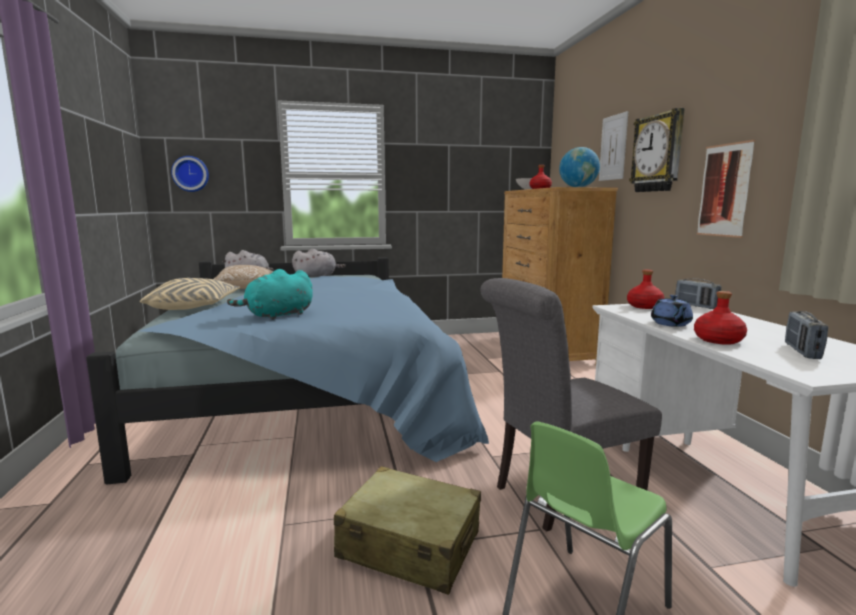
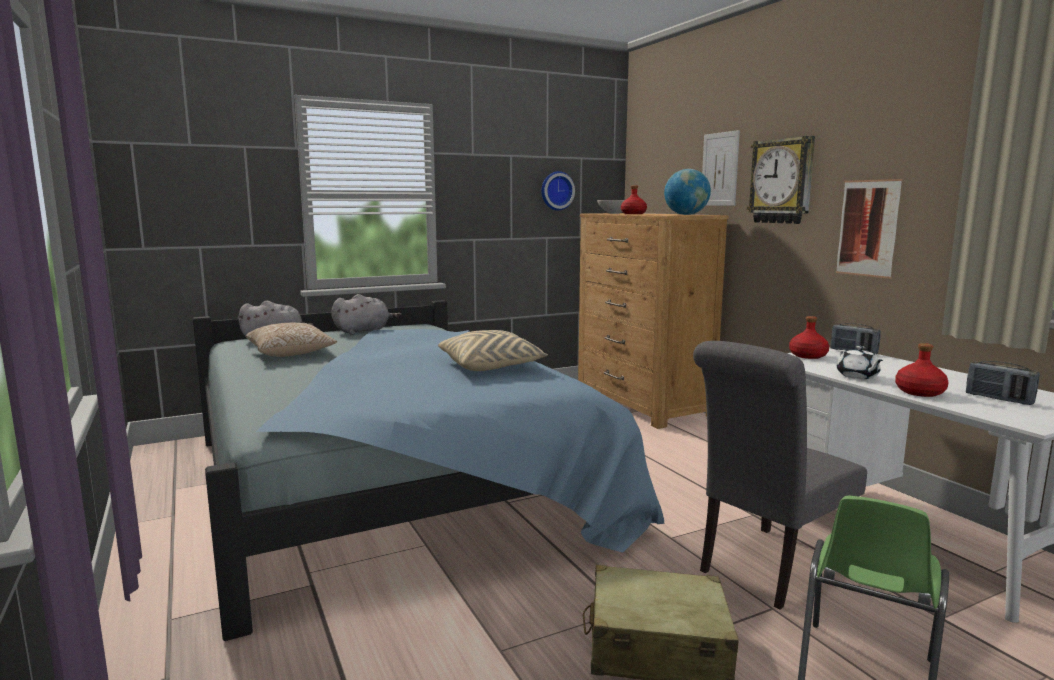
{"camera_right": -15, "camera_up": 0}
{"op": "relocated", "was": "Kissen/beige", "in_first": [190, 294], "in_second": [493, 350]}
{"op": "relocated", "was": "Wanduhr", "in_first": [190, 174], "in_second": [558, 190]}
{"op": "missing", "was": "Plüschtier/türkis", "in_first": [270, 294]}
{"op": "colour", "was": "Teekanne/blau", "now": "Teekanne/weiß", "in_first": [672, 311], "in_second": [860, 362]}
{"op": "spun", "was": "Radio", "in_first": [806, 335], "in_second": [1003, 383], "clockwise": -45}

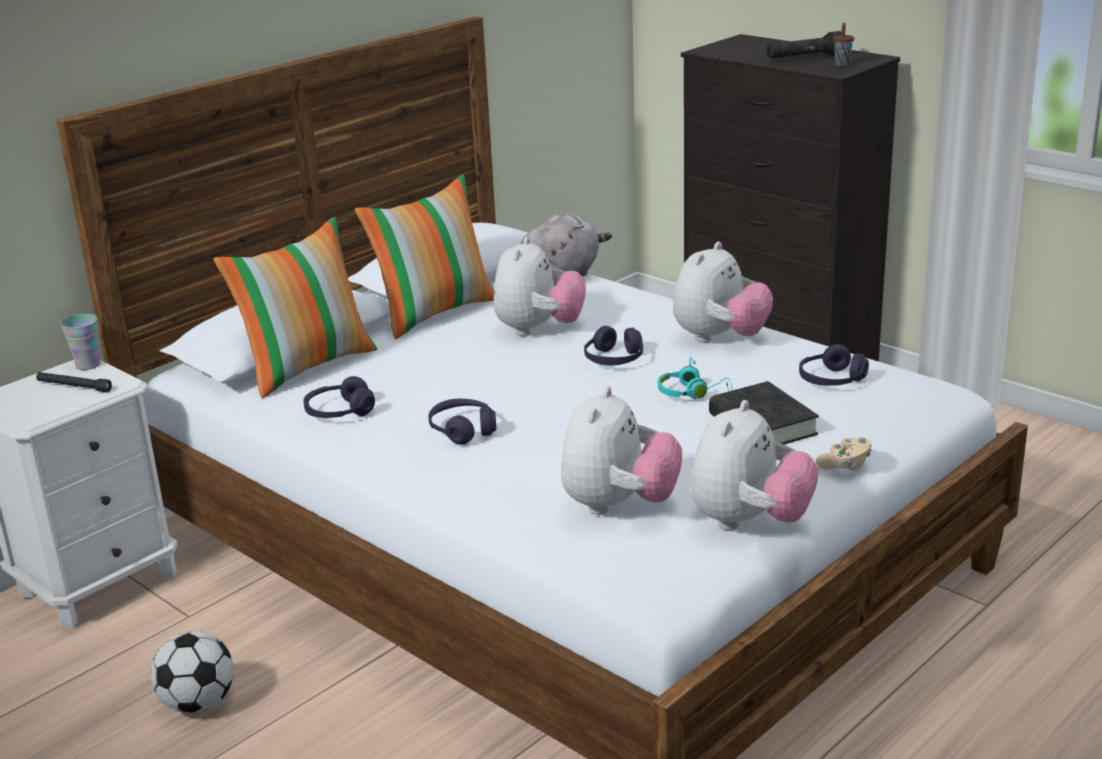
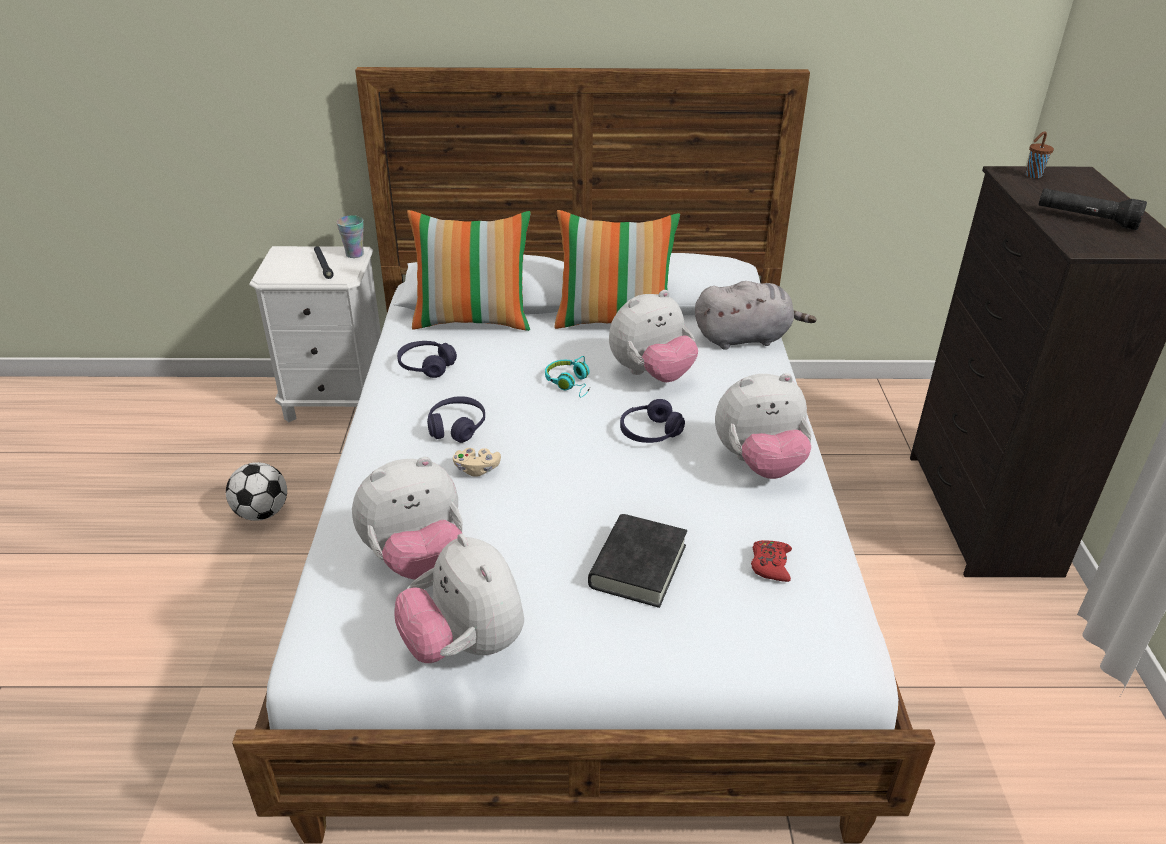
{"camera_right": 45, "camera_up": 10}
{"op": "relocated", "was": "Kopfhörer/türkis", "in_first": [695, 378], "in_second": [567, 376]}
{"op": "spun", "was": "Plüschtier", "in_first": [754, 465], "in_second": [459, 598], "clockwise": 75}
{"op": "exchanged", "was": "Kopfhörer/lila", "now": "Gamepad/rot", "in_first": [834, 365], "in_second": [771, 561]}
{"op": "relocated", "was": "Gamepad/beige", "in_first": [843, 453], "in_second": [477, 462]}
{"op": "relocated", "was": "Tasse/braun", "in_first": [843, 44], "in_second": [1040, 154]}

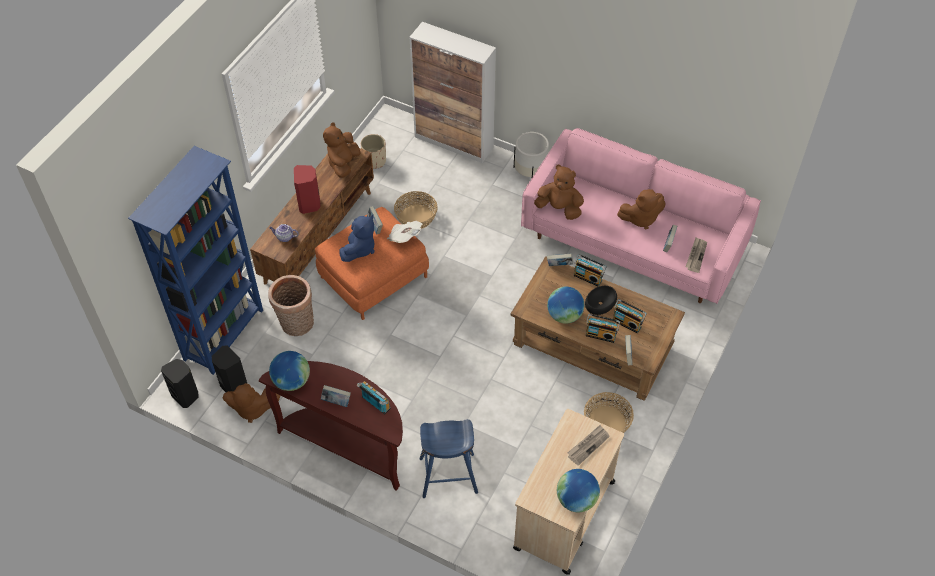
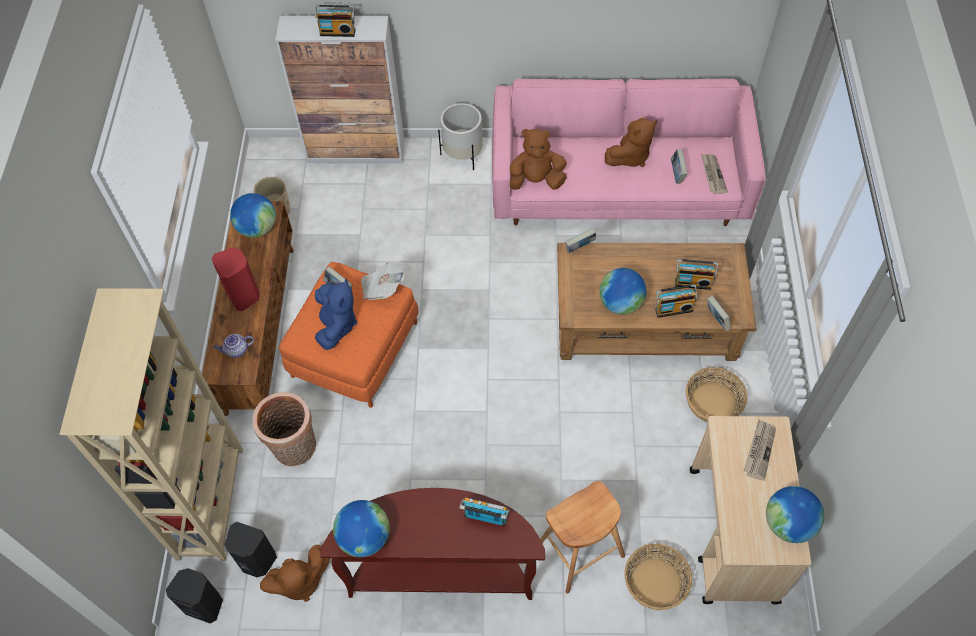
{"camera_right": -25, "camera_up": 5}
{"op": "colour", "was": "Bücherregal/blau", "now": "Bücherregal/beige", "in_first": [195, 260], "in_second": [151, 424]}
{"op": "missing", "was": "Buch", "in_first": [336, 396]}
{"op": "exchanged", "was": "Plüschtier/braun", "now": "Globus", "in_first": [342, 150], "in_second": [253, 215]}
{"op": "relocated", "was": "Korb", "in_first": [416, 210], "in_second": [658, 577]}
{"op": "colour", "was": "Hocker/blau", "now": "Hocker/braun", "in_first": [448, 458], "in_second": [582, 537]}
{"op": "relocated", "was": "Radio", "in_first": [590, 270], "in_second": [335, 21]}
{"op": "missing", "was": "Schüssel/schwarz", "in_first": [601, 300]}

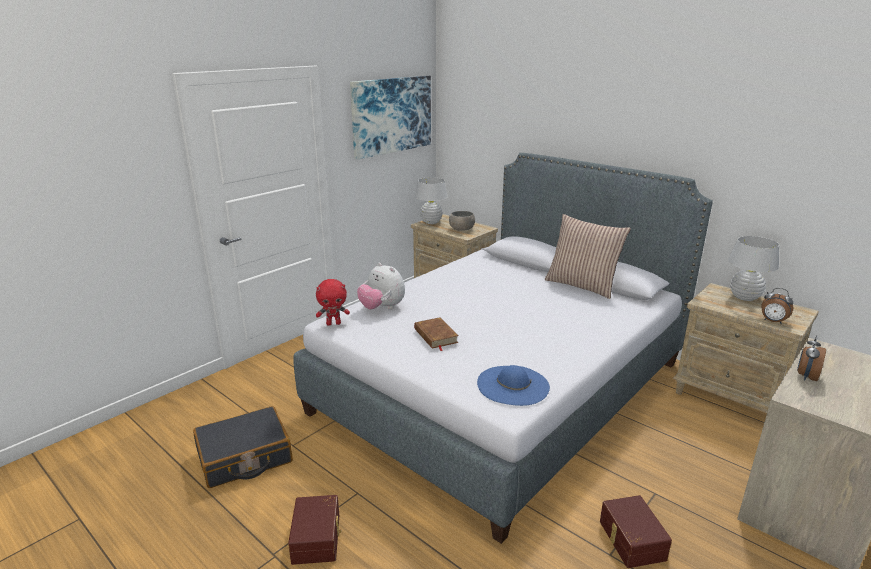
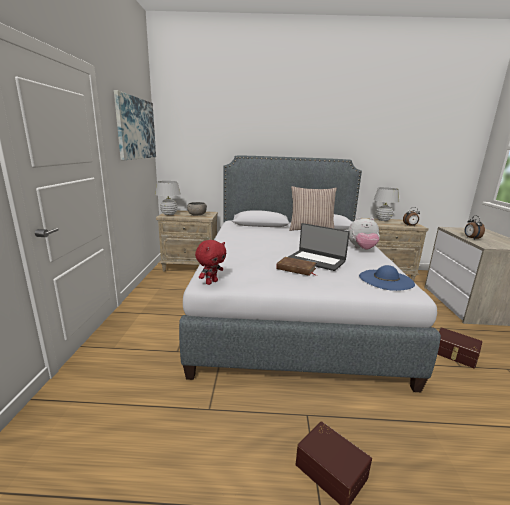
{"camera_right": -40, "camera_up": -5}
{"op": "missing", "was": "Koffer/schwarz", "in_first": [243, 447]}
{"op": "relocated", "was": "Plüschtier", "in_first": [381, 286], "in_second": [364, 233]}
{"op": "appeared", "now": "Laptop", "in_second": [319, 247]}

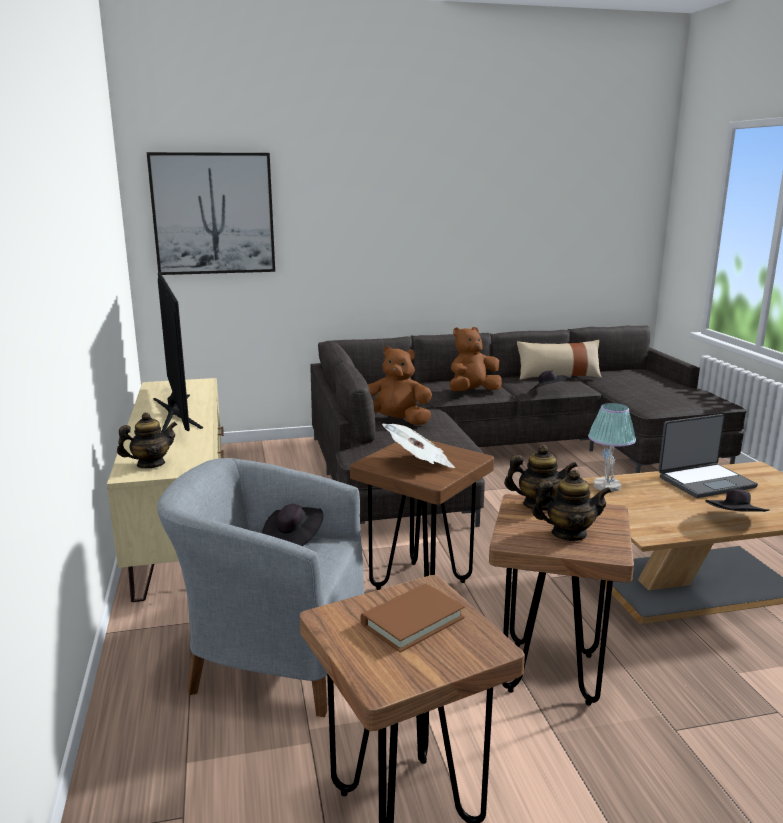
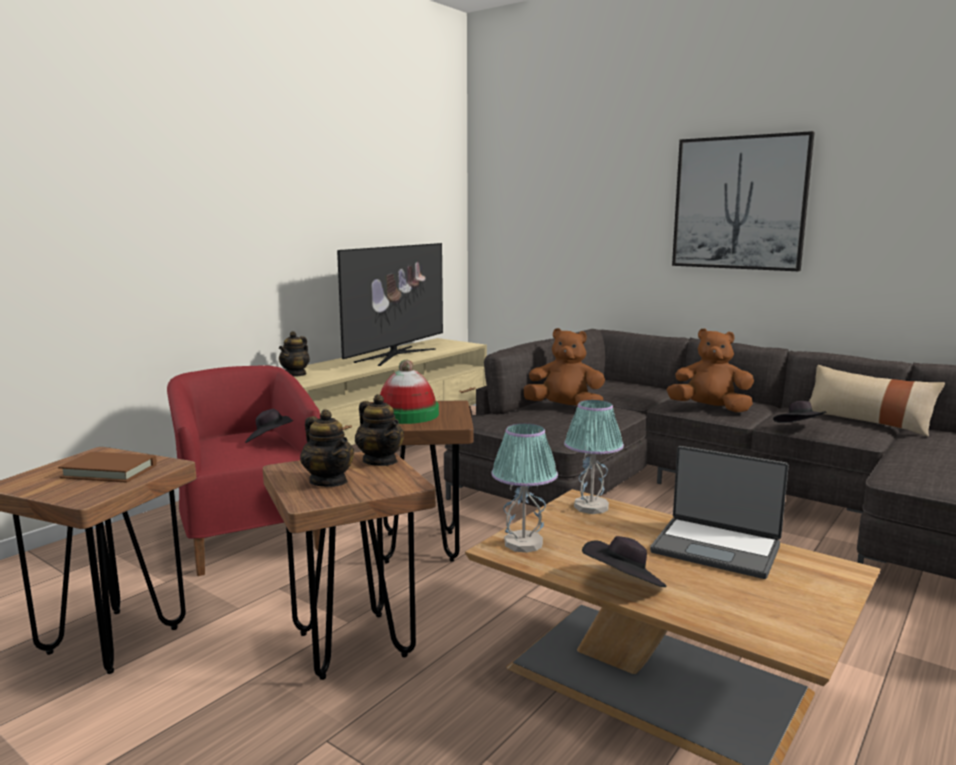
{"camera_right": 50, "camera_up": -5}
{"op": "spun", "was": "Teekanne", "in_first": [147, 440], "in_second": [294, 353], "clockwise": 90}
{"op": "relocated", "was": "Bild", "in_first": [211, 213], "in_second": [743, 201]}
{"op": "colour", "was": "Sessel/grau", "now": "Sessel/rot", "in_first": [260, 587], "in_second": [243, 470]}
{"op": "spun", "was": "Plüschtier/braun", "in_first": [400, 385], "in_second": [564, 367], "clockwise": -45}
{"op": "exchanged", "was": "Zeitung", "now": "Hut", "in_first": [419, 446], "in_second": [409, 392]}
{"op": "appeared", "now": "Tischlampe", "in_second": [525, 487]}

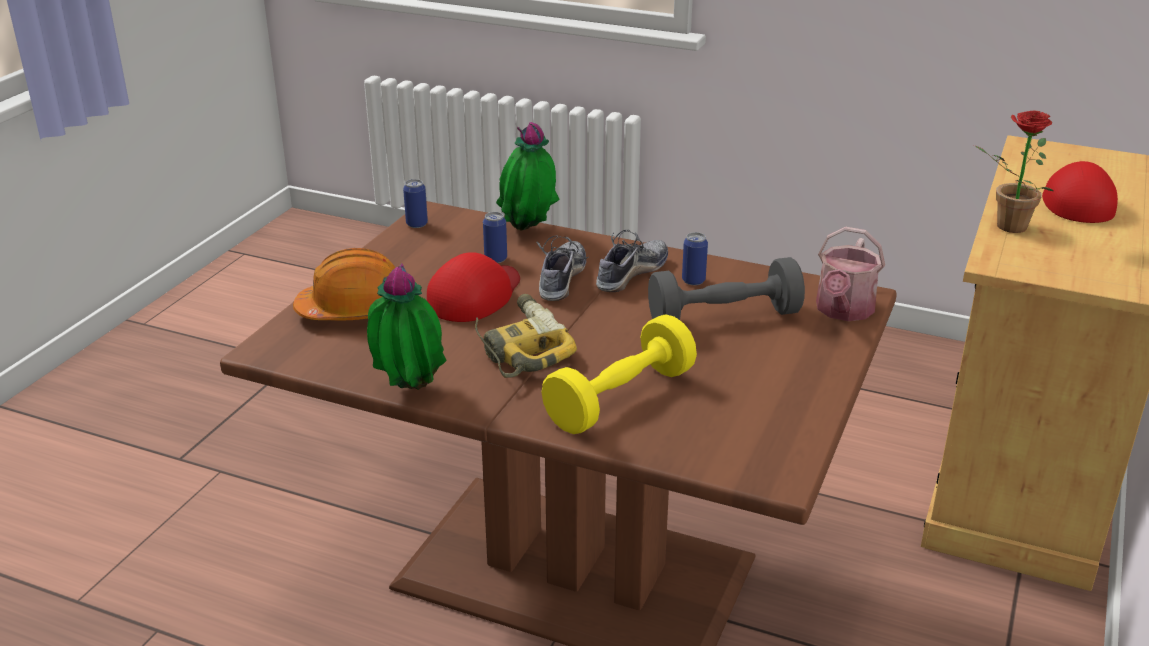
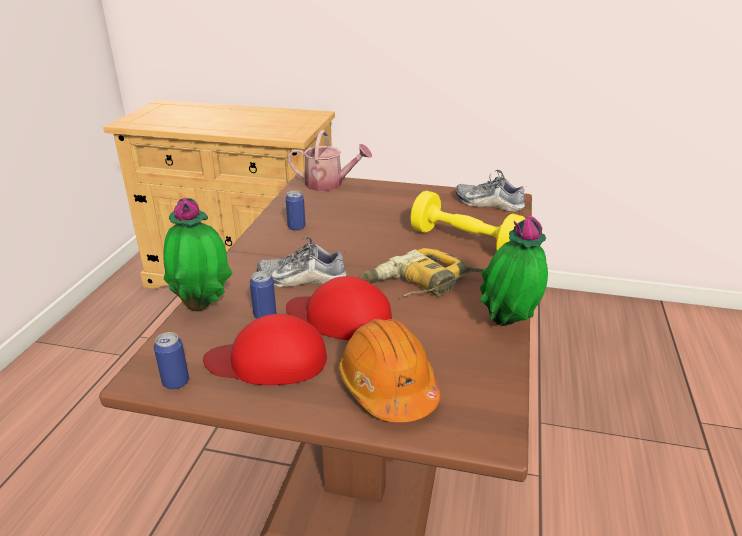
{"camera_right": -100, "camera_up": 0}
{"op": "relocated", "was": "Schuh", "in_first": [632, 261], "in_second": [490, 191]}
{"op": "missing", "was": "Hantel/grau", "in_first": [726, 288]}
{"op": "missing", "was": "Topfpflanze", "in_first": [1015, 172]}
{"op": "relocated", "was": "Kappe/rot", "in_first": [1080, 192], "in_second": [265, 349]}

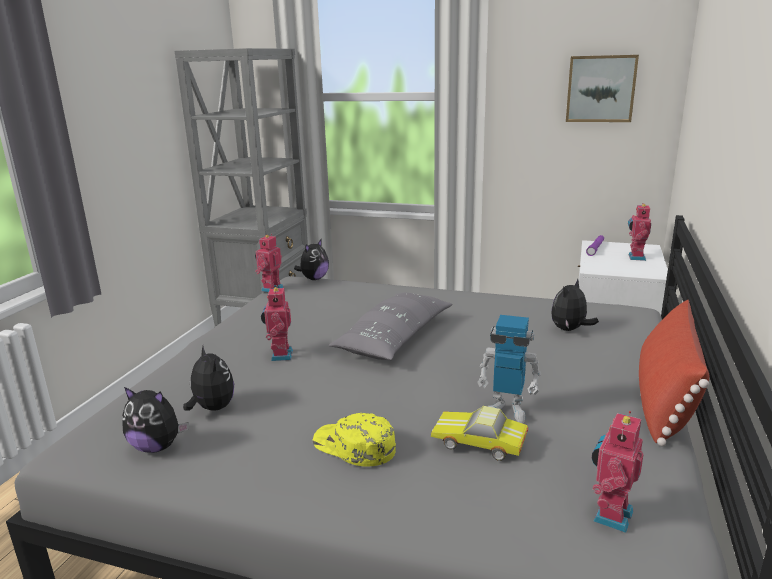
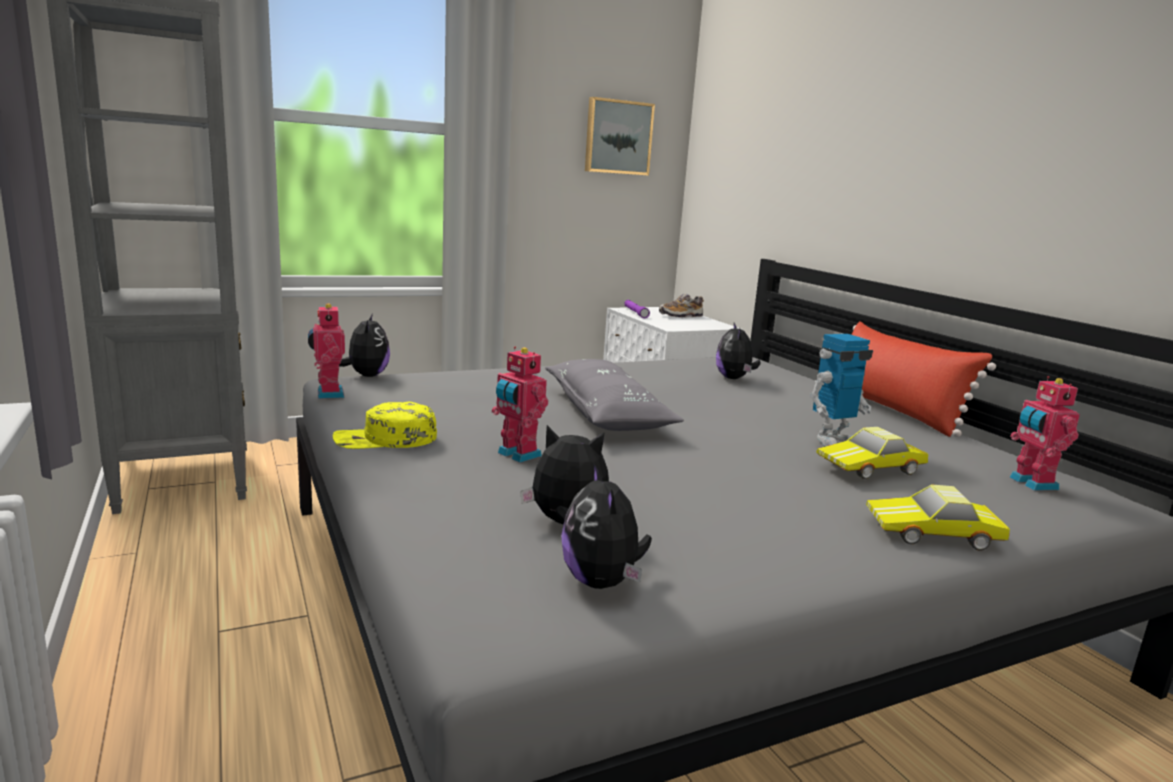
{"camera_right": -45, "camera_up": -5}
{"op": "spun", "was": "Plüschtier", "in_first": [155, 420], "in_second": [606, 525], "clockwise": 105}
{"op": "relocated", "was": "Kappe/gelb", "in_first": [354, 439], "in_second": [385, 425]}
{"op": "exchanged", "was": "Spielzeugroboter", "now": "Schuh", "in_first": [639, 232], "in_second": [681, 305]}
{"op": "appeared", "now": "Spielzeugauto", "in_second": [938, 517]}

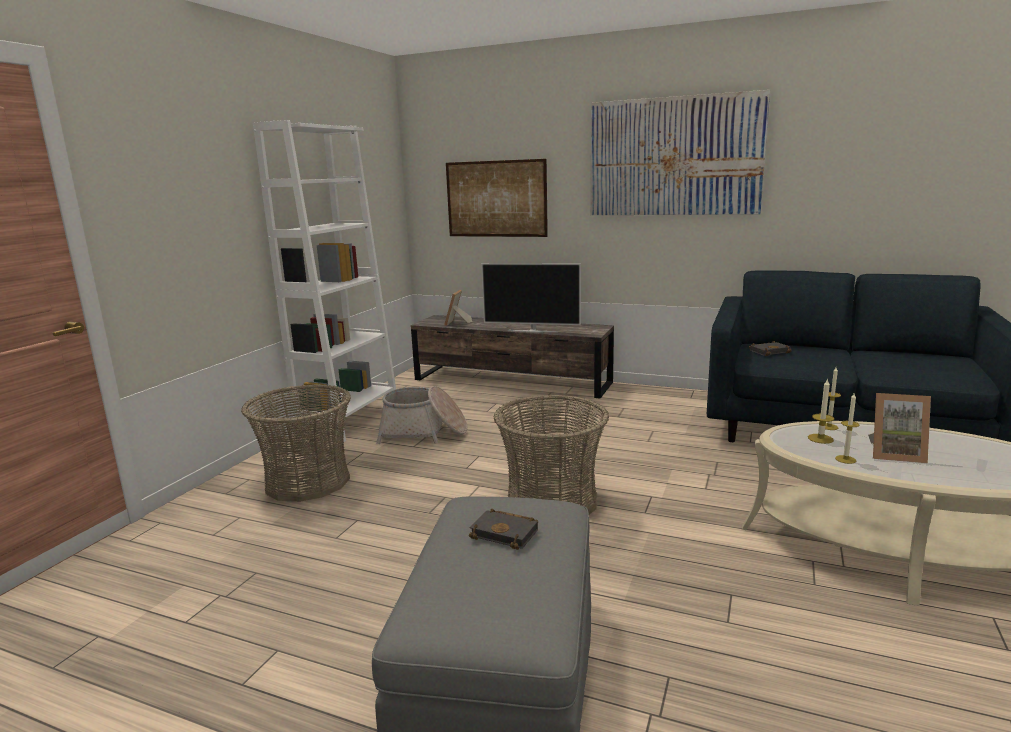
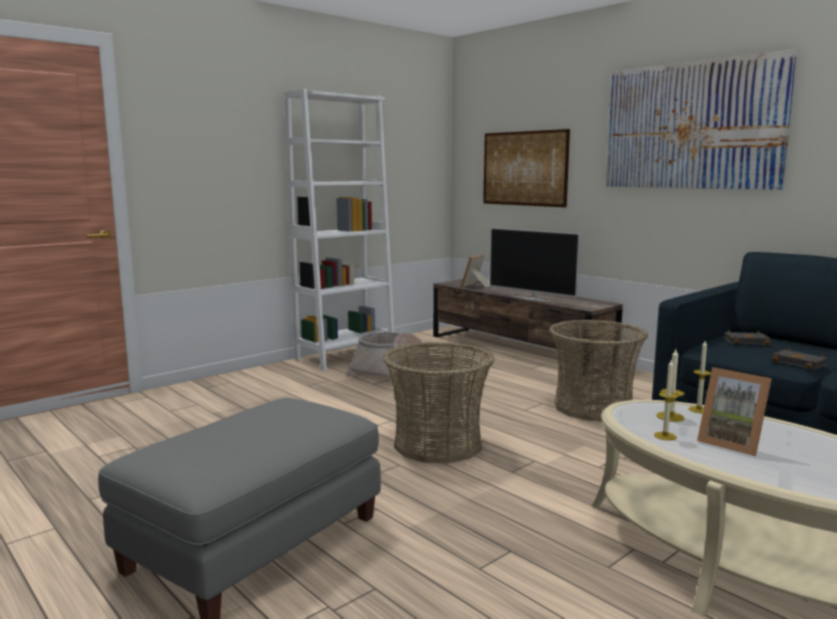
{"camera_right": 25, "camera_up": -5}
{"op": "relocated", "was": "Korb", "in_first": [296, 443], "in_second": [598, 370]}
{"op": "relocated", "was": "Buch/schwarz", "in_first": [503, 529], "in_second": [800, 359]}

